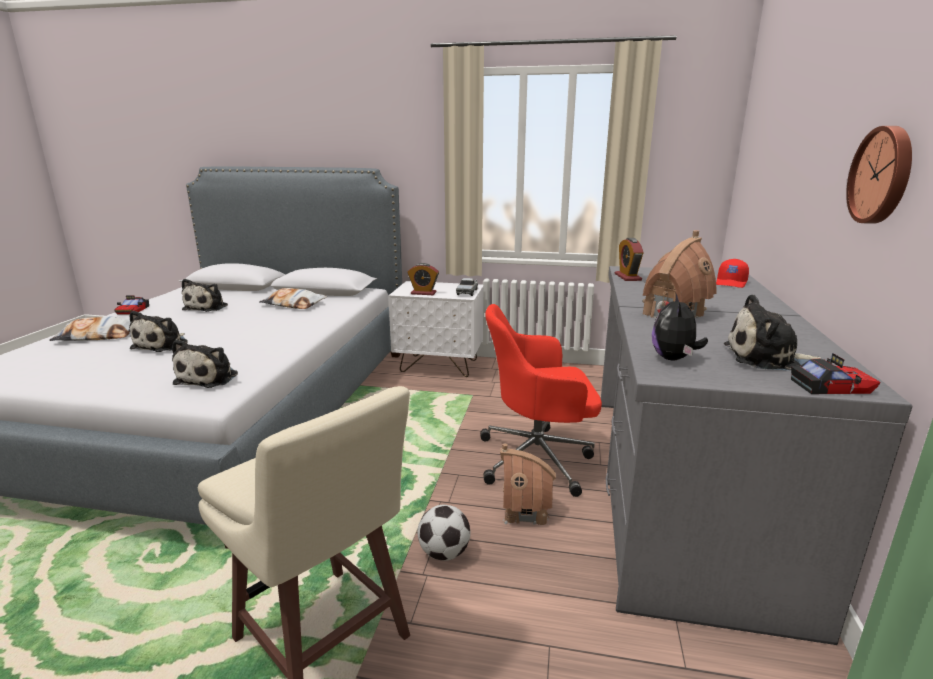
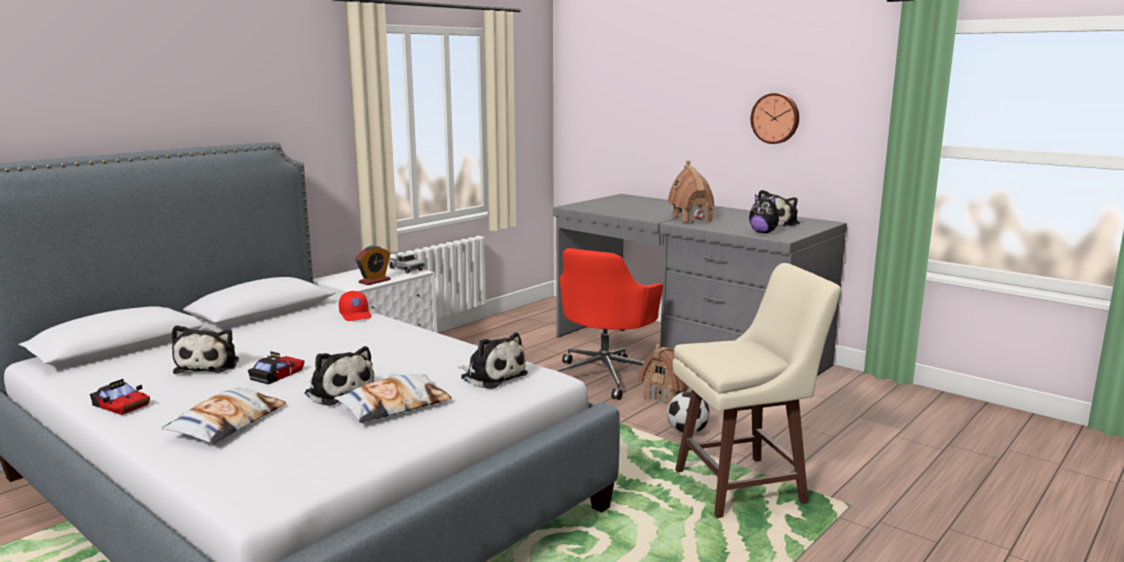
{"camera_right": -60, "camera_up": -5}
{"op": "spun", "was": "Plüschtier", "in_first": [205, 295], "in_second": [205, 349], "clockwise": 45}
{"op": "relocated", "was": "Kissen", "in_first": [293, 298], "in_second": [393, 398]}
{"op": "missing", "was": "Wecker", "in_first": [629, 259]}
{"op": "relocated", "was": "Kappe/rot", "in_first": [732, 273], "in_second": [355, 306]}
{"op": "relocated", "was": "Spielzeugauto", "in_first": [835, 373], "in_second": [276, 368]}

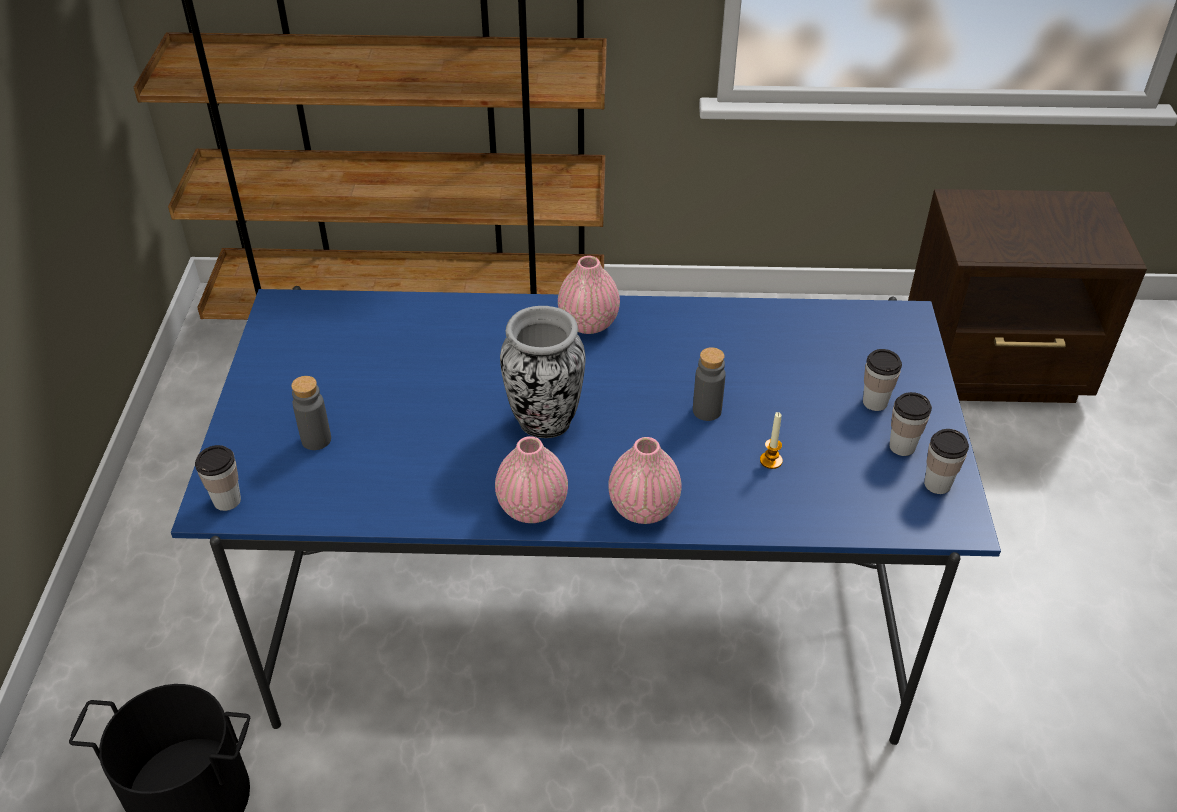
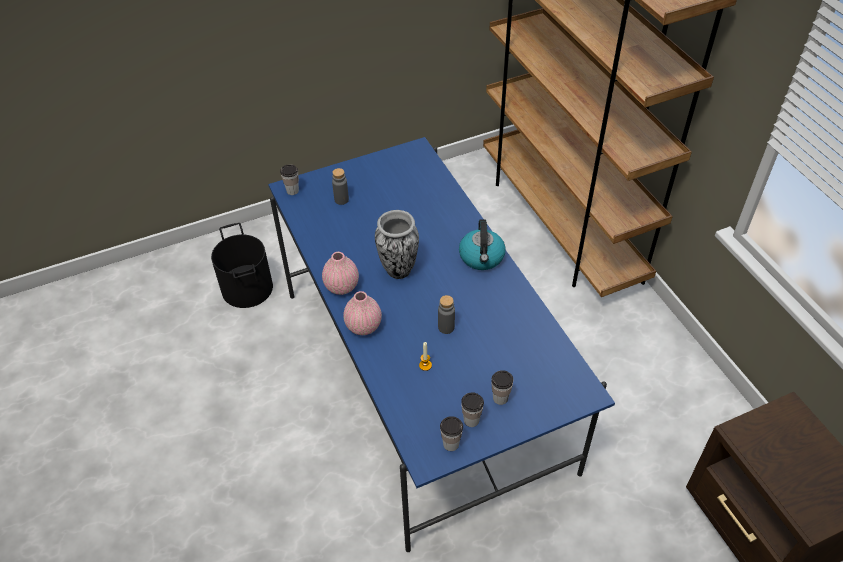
{"camera_right": 65, "camera_up": 5}
{"op": "exchanged", "was": "Vase/rosa", "now": "Wasserkessel", "in_first": [589, 295], "in_second": [482, 244]}

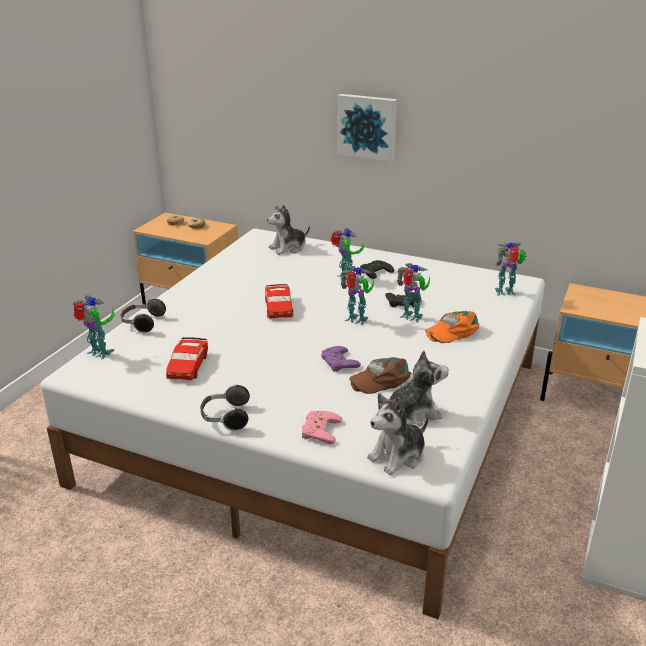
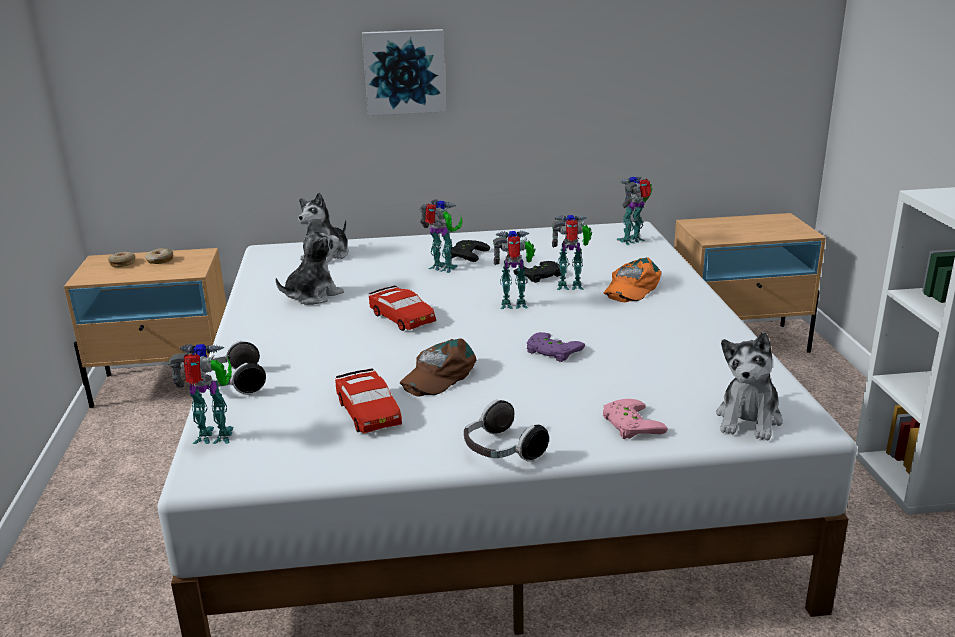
{"camera_right": -30, "camera_up": -5}
{"op": "relocated", "was": "Kappe/braun", "in_first": [380, 375], "in_second": [438, 367]}
{"op": "relocated", "was": "Plüschtier", "in_first": [419, 388], "in_second": [310, 263]}

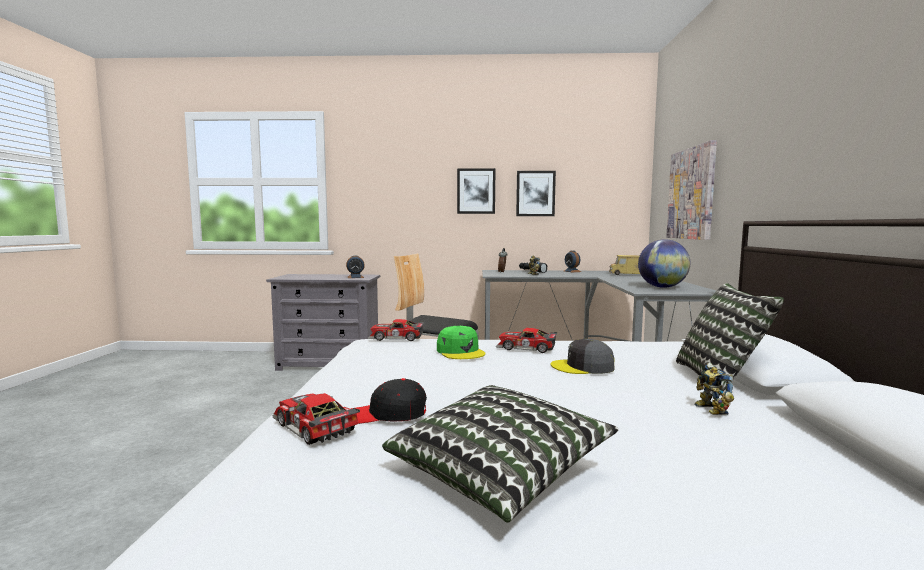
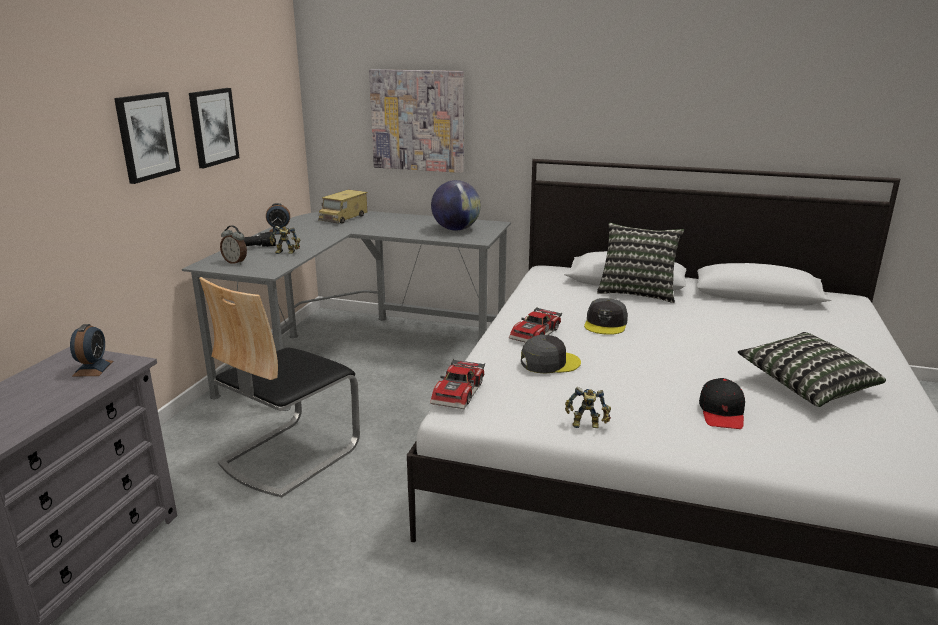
{"camera_right": -75, "camera_up": 15}
{"op": "missing", "was": "Spielzeugauto", "in_first": [316, 419]}
{"op": "colour", "was": "Kappe/grün", "now": "Kappe/grau", "in_first": [461, 342], "in_second": [551, 354]}
{"op": "relocated", "was": "Spielzeugroboter", "in_first": [714, 389], "in_second": [588, 407]}

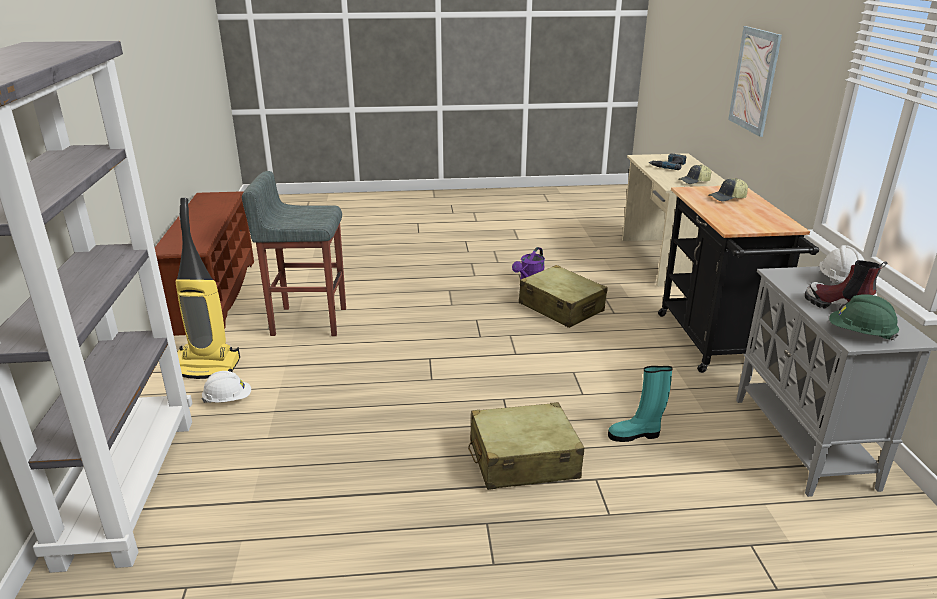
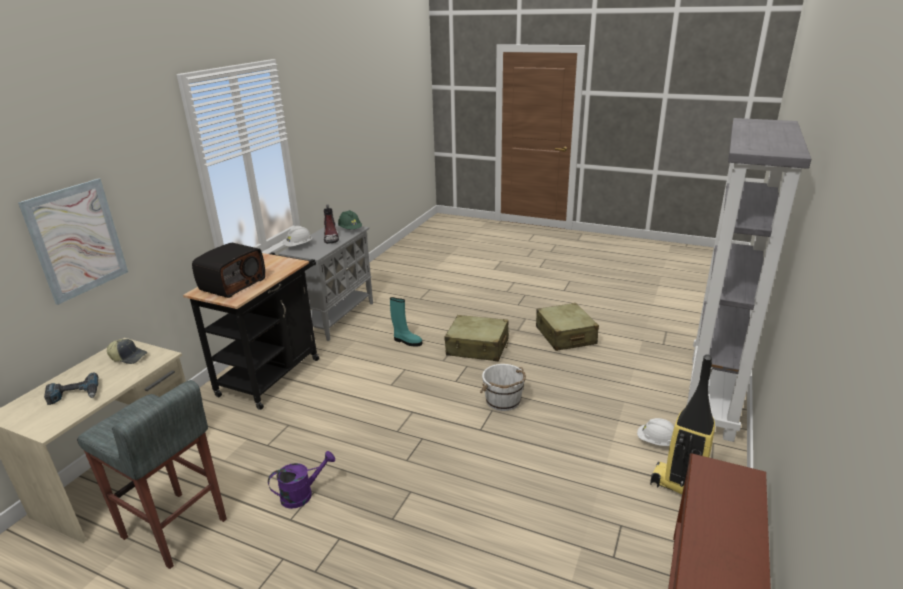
{"camera_right": -150, "camera_up": 0}
{"op": "relocated", "was": "Hocker/grau", "in_first": [294, 253], "in_second": [152, 474]}
{"op": "relocated", "was": "Koffer/beige", "in_first": [563, 296], "in_second": [567, 327]}
{"op": "exchanged", "was": "Kappe", "now": "Radio", "in_first": [728, 190], "in_second": [228, 270]}
{"op": "appeared", "now": "Eimer/weiß", "in_second": [503, 387]}

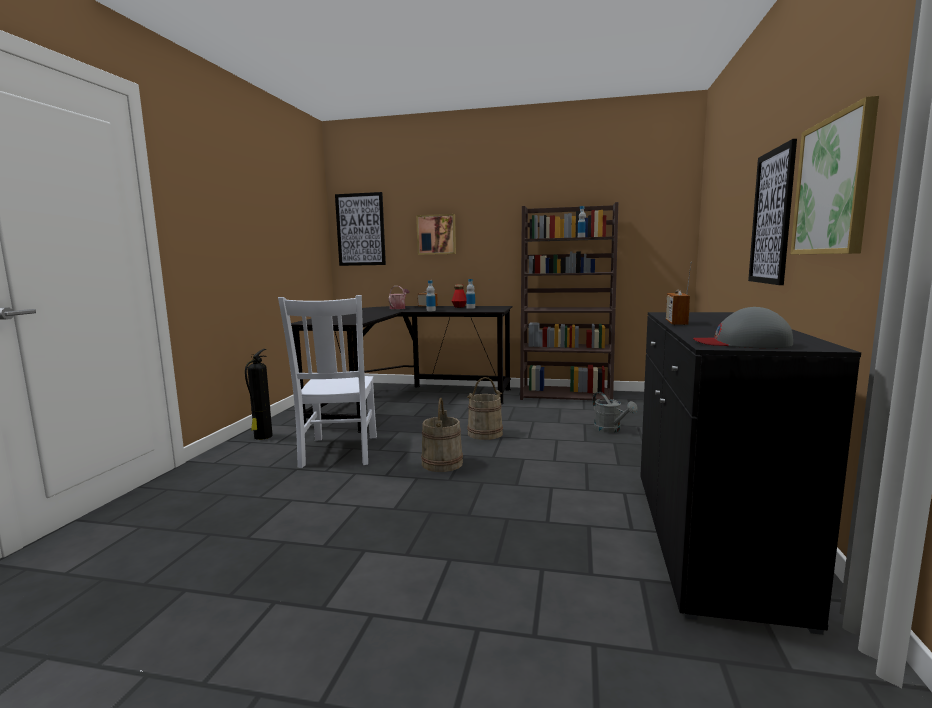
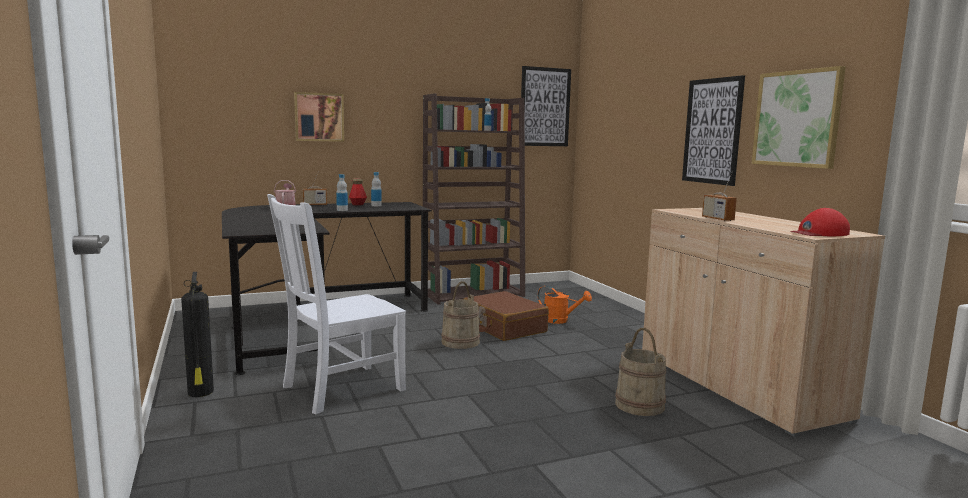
{"camera_right": -35, "camera_up": 0}
{"op": "spun", "was": "Stuhl/weiß", "in_first": [327, 381], "in_second": [336, 304], "clockwise": 90}
{"op": "relocated", "was": "Bild", "in_first": [360, 229], "in_second": [546, 106]}
{"op": "relocated", "was": "Eimer/beige", "in_first": [442, 435], "in_second": [640, 372]}
{"op": "colour", "was": "Gießkanne/grau", "now": "Gießkanne/orange", "in_first": [615, 412], "in_second": [565, 304]}
{"op": "colour", "was": "Schrank/schwarz", "now": "Schrank/beige", "in_first": [750, 473], "in_second": [763, 322]}
{"op": "colour", "was": "Kappe/grau", "now": "Kappe/rot", "in_first": [743, 327], "in_second": [820, 222]}
{"op": "appeared", "now": "Koffer/braun", "in_second": [506, 316]}

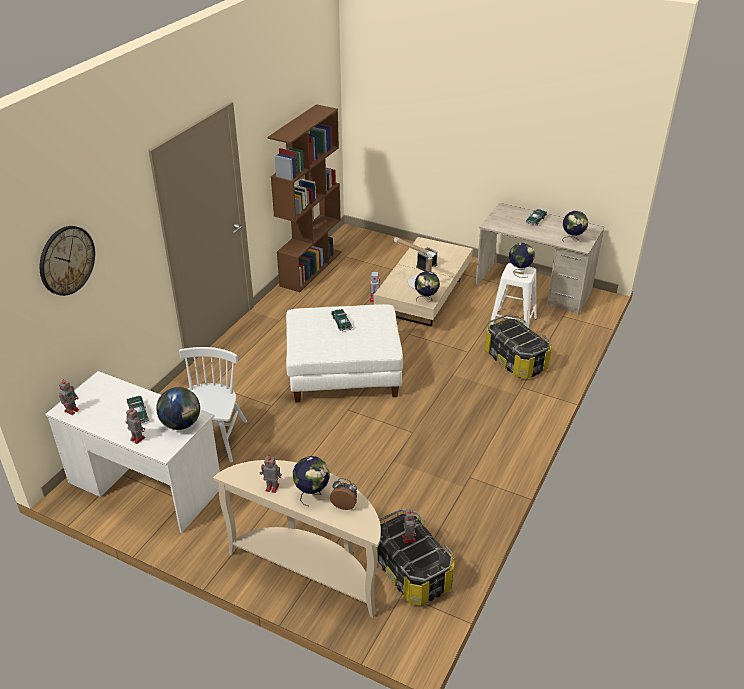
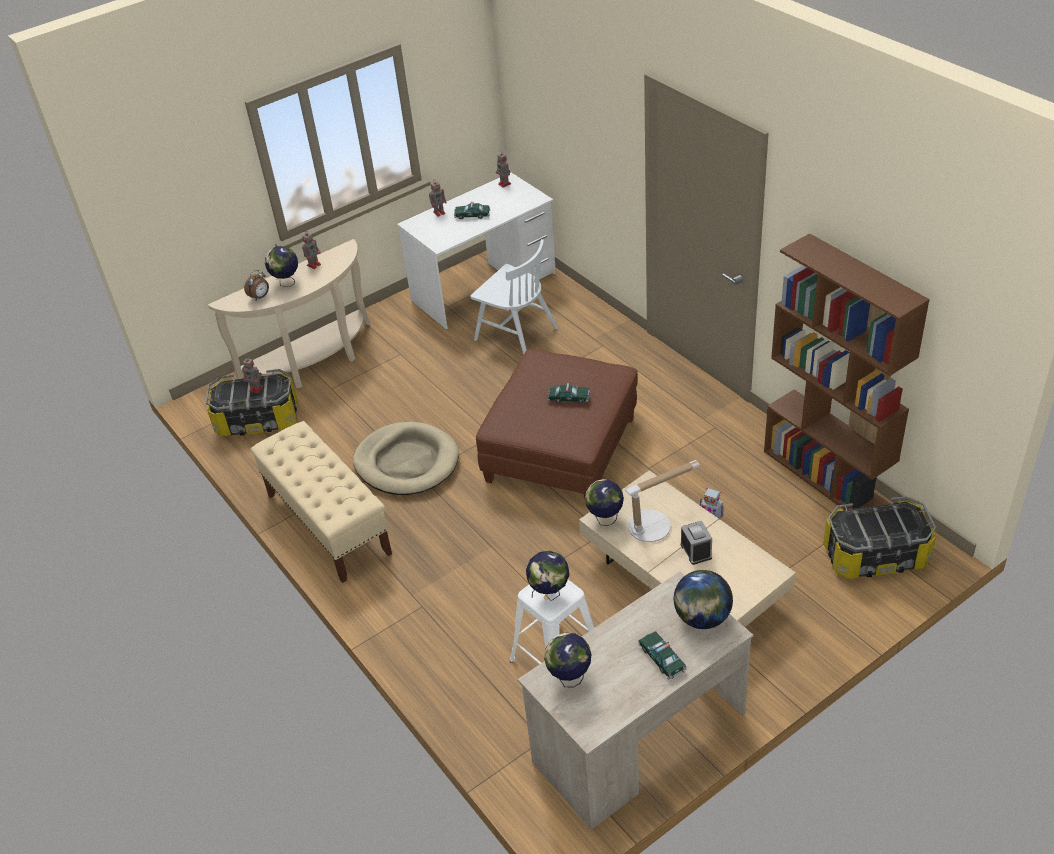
{"camera_right": 120, "camera_up": 5}
{"op": "missing", "was": "Wanduhr", "in_first": [67, 261]}
{"op": "relocated", "was": "Globus", "in_first": [178, 408], "in_second": [703, 599]}
{"op": "colour", "was": "Polsterhocker/weiß", "now": "Polsterhocker/braun", "in_first": [344, 353], "in_second": [557, 425]}
{"op": "relocated", "was": "Aufbewahrungsbox", "in_first": [517, 346], "in_second": [879, 537]}
{"op": "appeared", "now": "Bank/beige", "in_second": [321, 502]}
{"op": "appeared", "now": "Hundebett/beige", "in_second": [406, 458]}

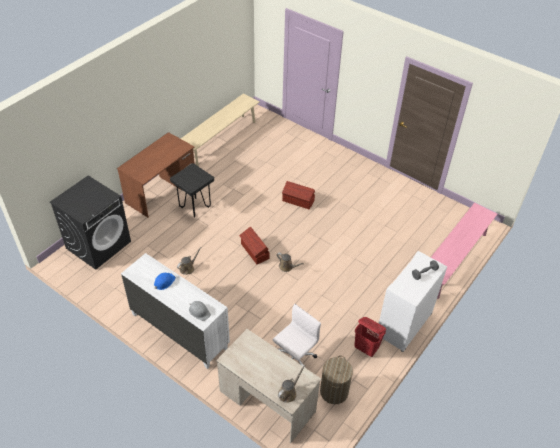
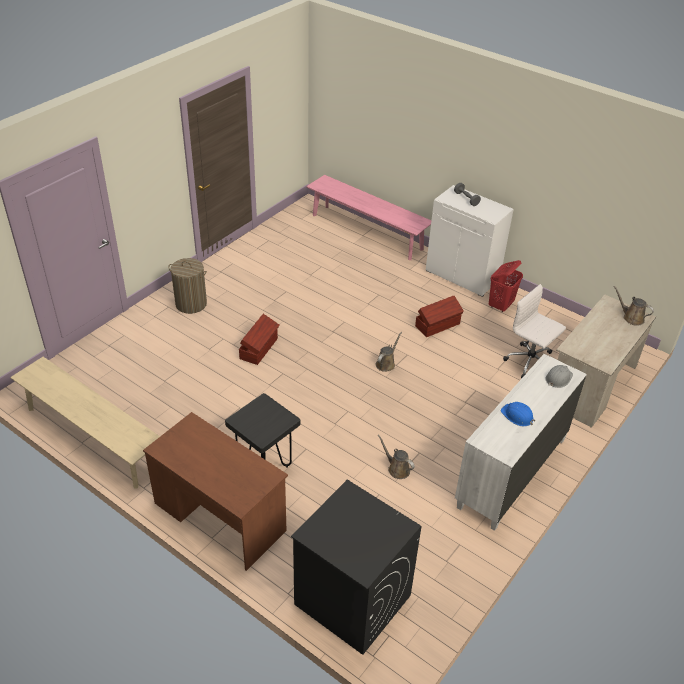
{"camera_right": -90, "camera_up": -5}
{"op": "relocated", "was": "Aufbewahrungsbox/braun", "in_first": [254, 245], "in_second": [439, 316]}
{"op": "relocated", "was": "Wäschekorb", "in_first": [336, 380], "in_second": [187, 286]}

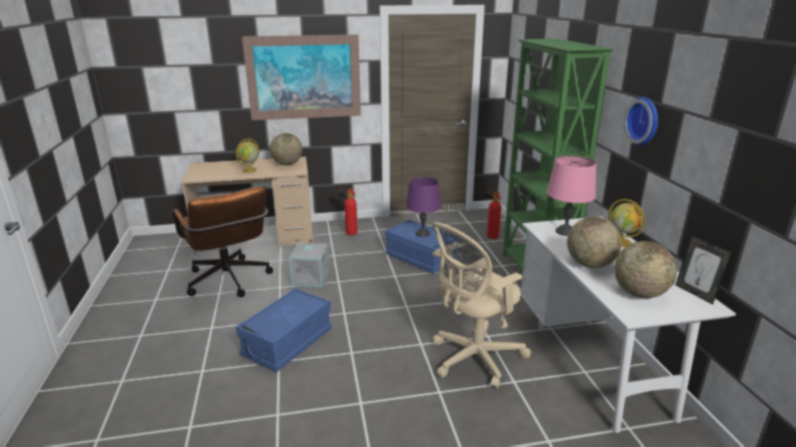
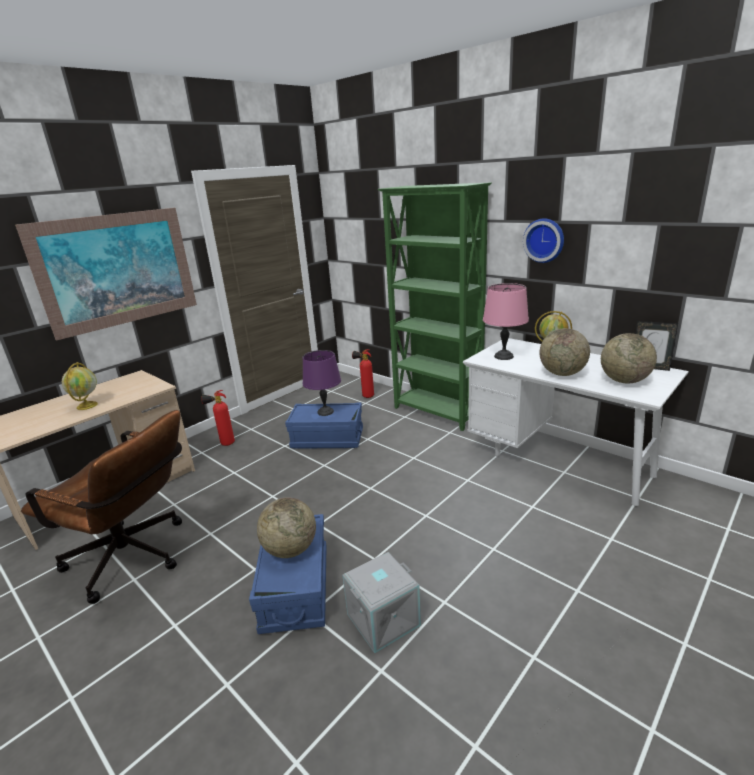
{"camera_right": -35, "camera_up": 0}
{"op": "relocated", "was": "Globus", "in_first": [286, 149], "in_second": [286, 527]}
{"op": "relocated", "was": "Aufbewahrungsbox/grau", "in_first": [309, 265], "in_second": [381, 602]}
{"op": "missing", "was": "Bürostuhl/beige", "in_first": [481, 305]}

